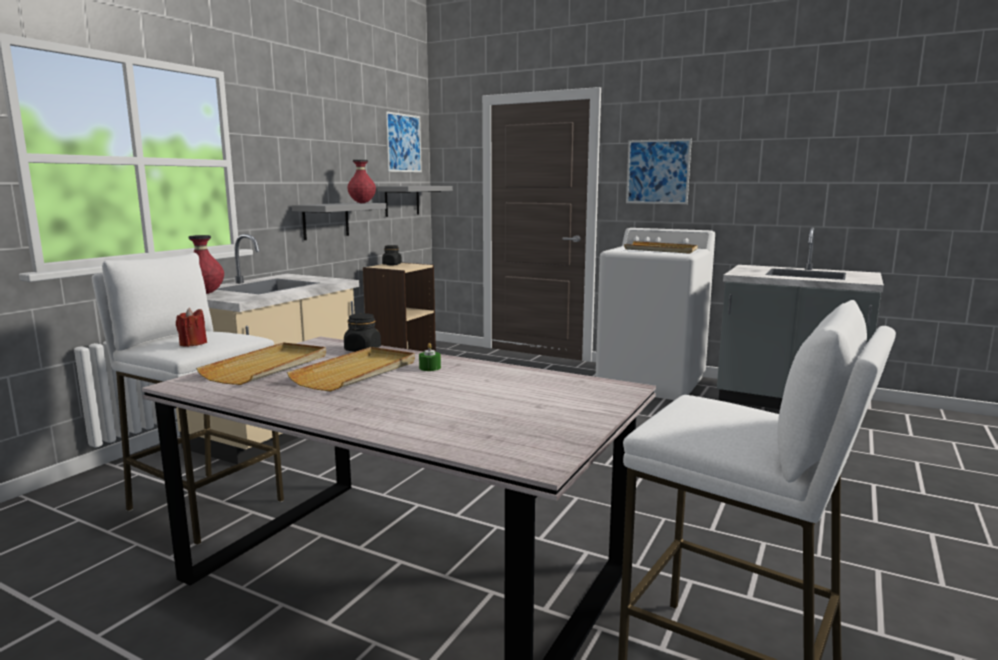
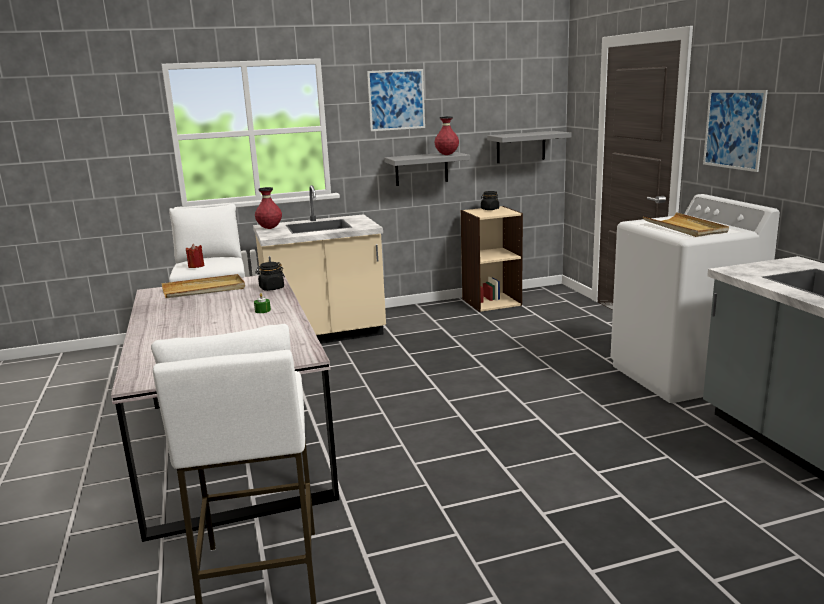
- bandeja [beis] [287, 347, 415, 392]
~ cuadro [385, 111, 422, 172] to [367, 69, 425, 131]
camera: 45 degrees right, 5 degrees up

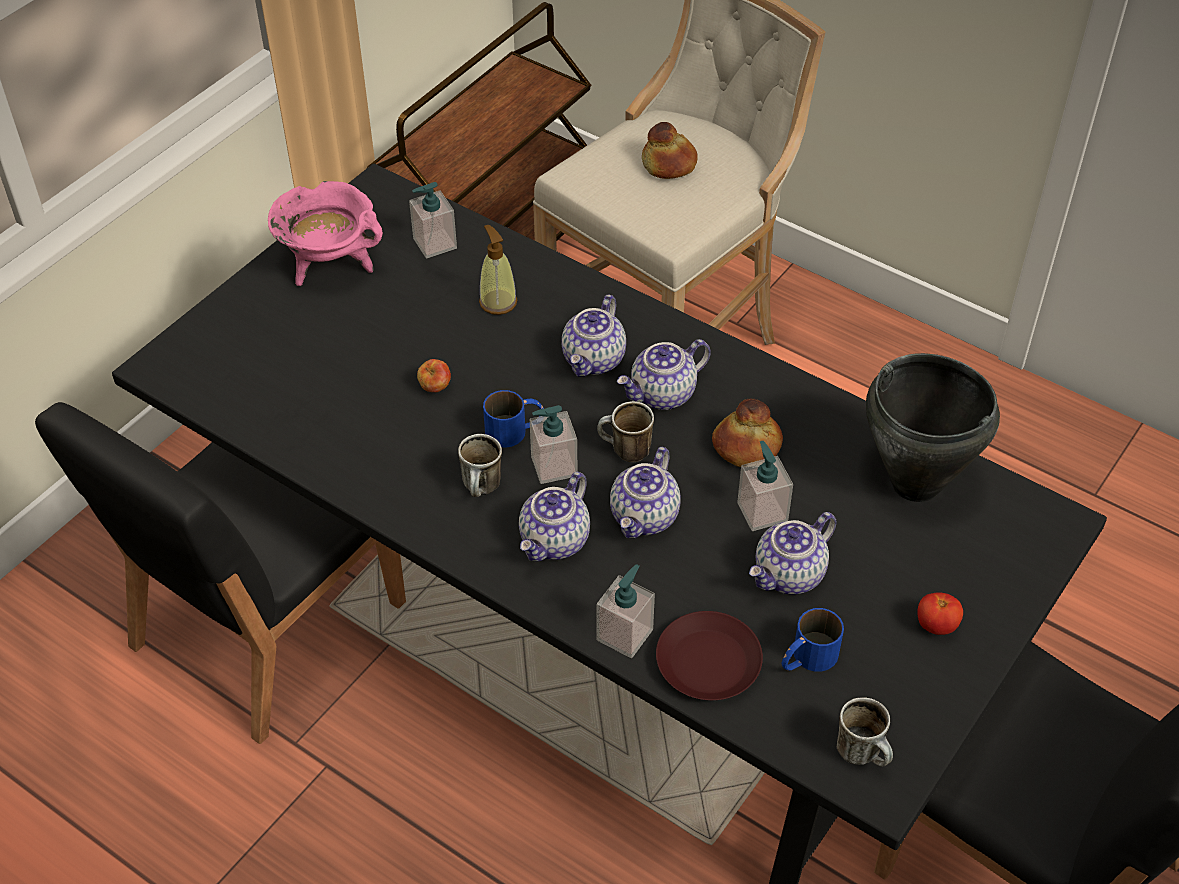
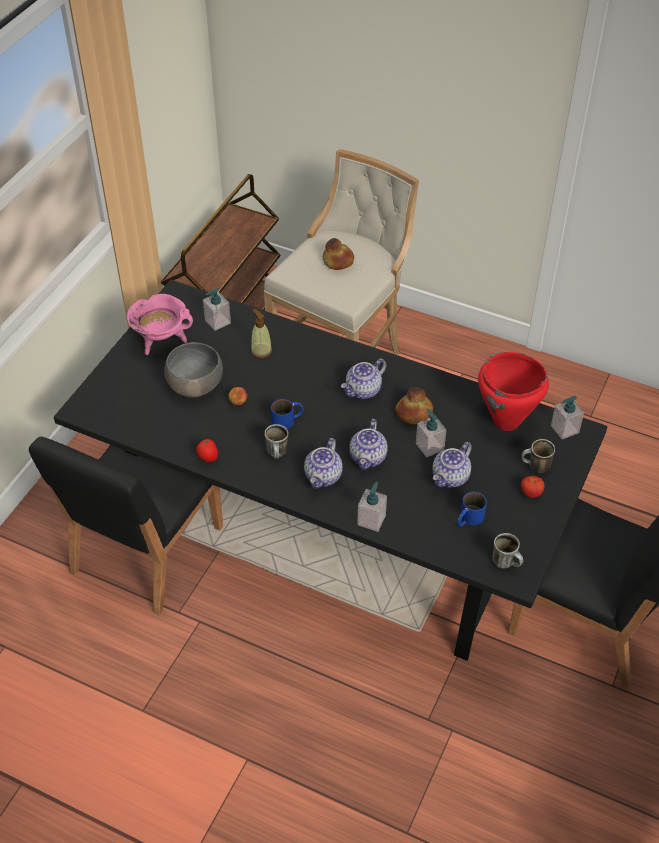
~ dispensador de jabón [530, 405, 578, 484] to [551, 396, 584, 439]
- tetera [562, 295, 626, 377]
~ taza grande [597, 401, 654, 462] to [521, 439, 555, 473]
- plato [marrón] [656, 611, 763, 700]
~ olla [negro] [866, 353, 1000, 502] to olla [rojo] [478, 352, 549, 431]
+ cuenco [gris] [165, 342, 223, 397]
+ tomate [196, 439, 218, 462]
camera: 10 degrees left, 0 degrees up

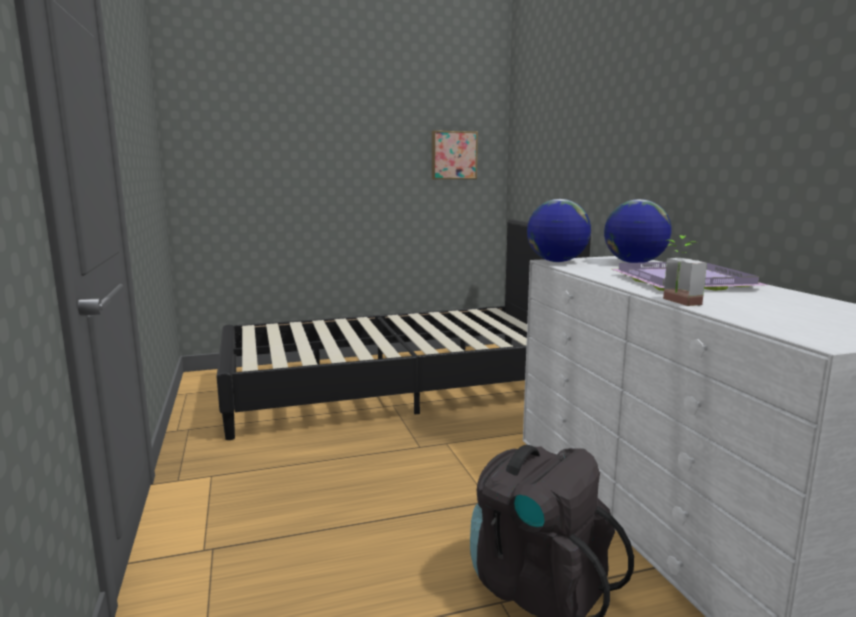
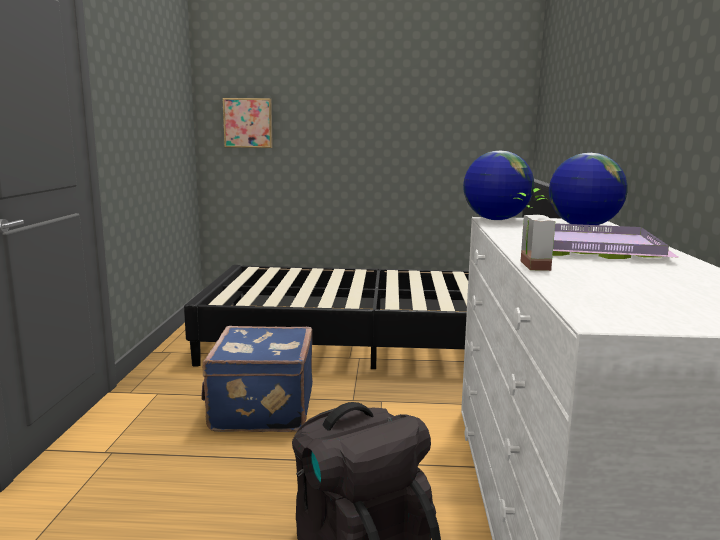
~ cuadro [432, 131, 478, 179] to [223, 98, 273, 148]
+ maleta [azul] [201, 326, 313, 432]
camera: 20 degrees right, 0 degrees up

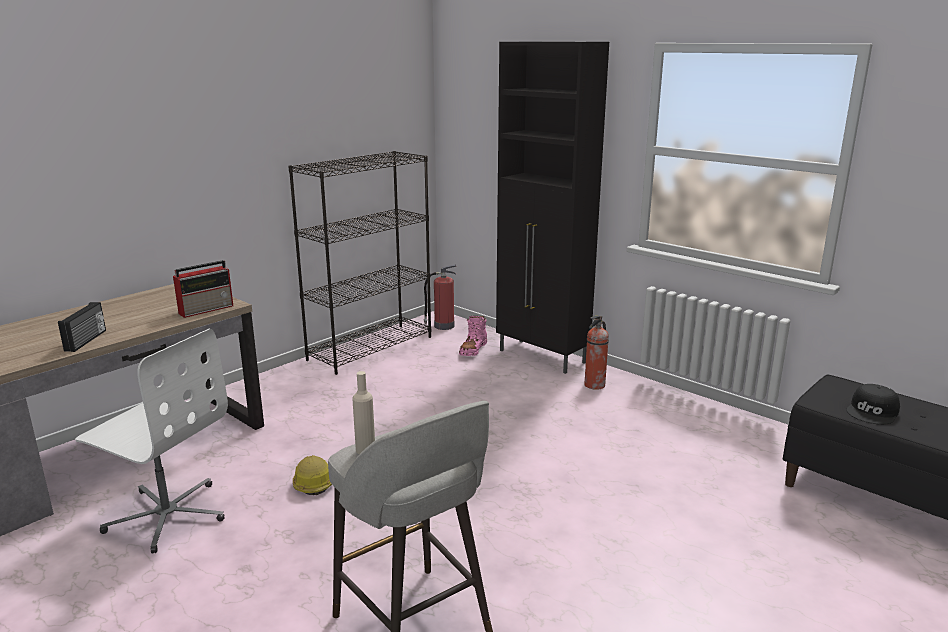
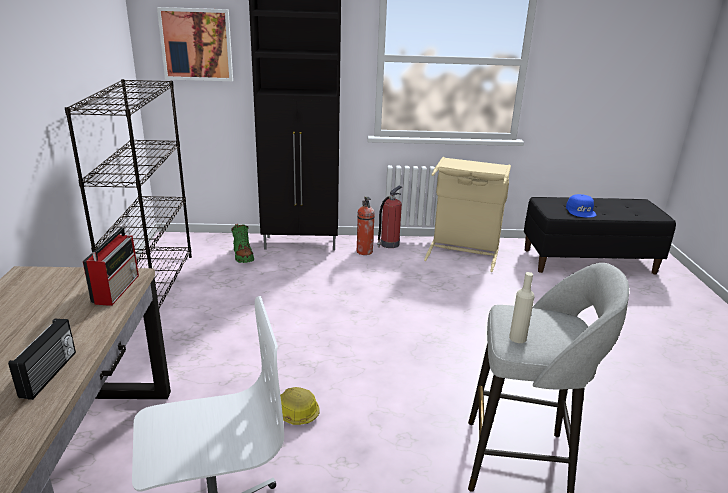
~ radio [58, 302, 106, 352] = [8, 318, 76, 400] 45 degrees clockwise
~ extintor [423, 265, 456, 330] to [377, 186, 402, 248]
~ bota [rosa] [459, 316, 487, 356] to bota [verde] [231, 224, 254, 263]
~ gorra [negro] [846, 384, 900, 425] to gorra [azul] [566, 194, 596, 218]
+ cuadro [157, 7, 233, 81]
+ cesto de la ropa [beis] [424, 157, 511, 272]
camera: 45 degrees left, 5 degrees up

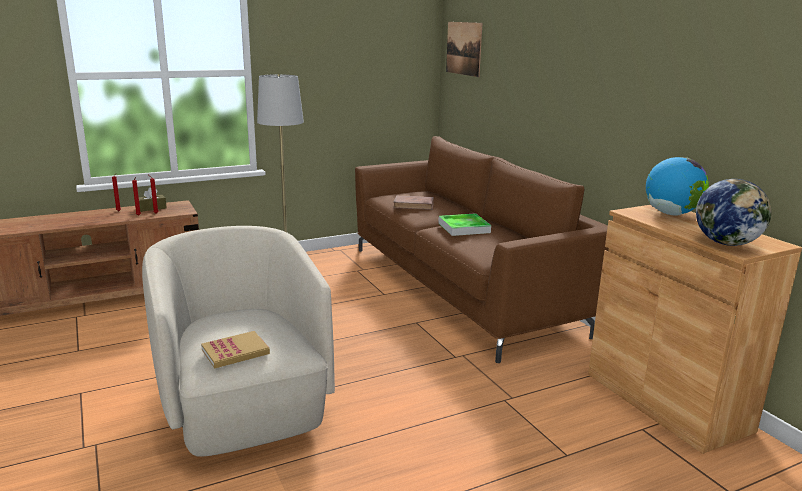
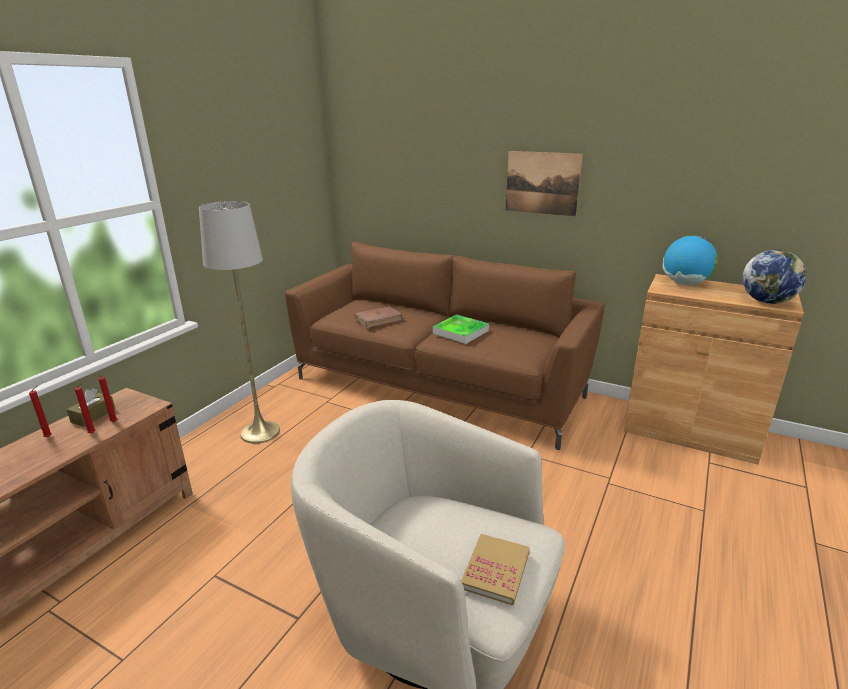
~ cuadro [446, 22, 482, 77] to [506, 151, 583, 217]
camera: 35 degrees left, 5 degrees up

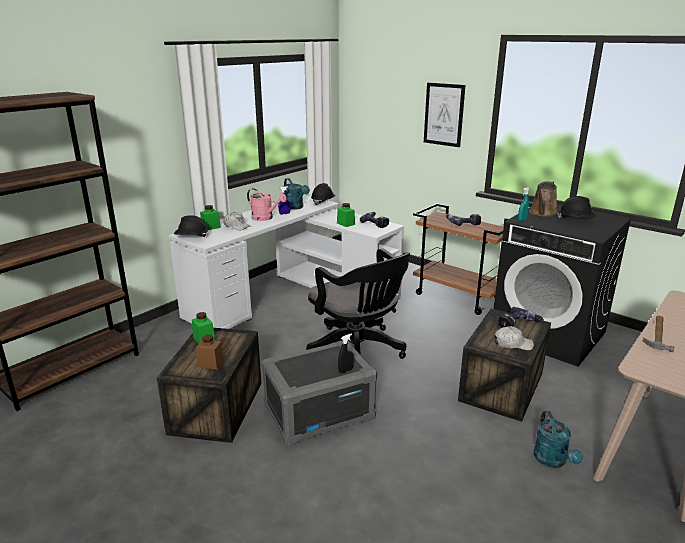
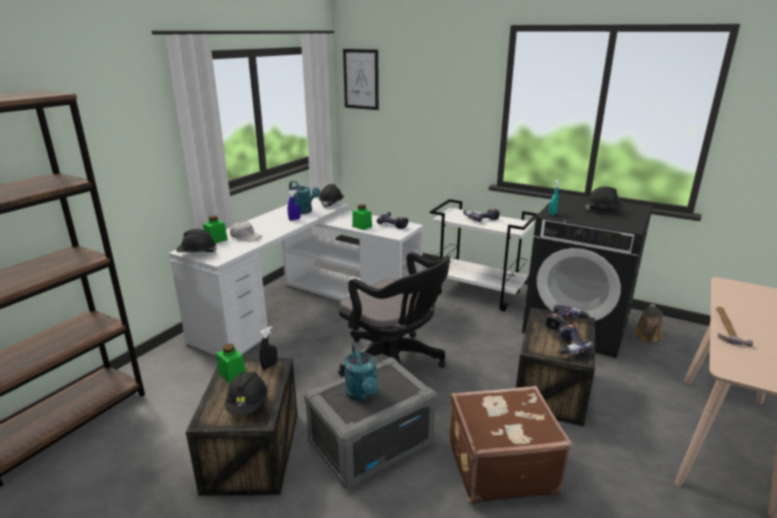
~ tarro [marrón] [196, 335, 224, 370] to casco [negro] [225, 372, 267, 415]
- regadera [rosa] [247, 188, 287, 221]
~ pulverizador [negro] [338, 333, 354, 373] to [259, 326, 277, 369]
~ carrito [marrón] [413, 203, 508, 315] to carrito [blanco] [430, 199, 538, 311]
~ cuadro [424, 83, 465, 147] to [343, 49, 379, 110]
~ gorra [blanco] [494, 326, 534, 350] to taladro [558, 323, 594, 354]
~ regadera [marrón] [529, 181, 558, 217] to [634, 304, 663, 343]
~ regadera [turquesa] [534, 411, 583, 468] to [344, 343, 378, 402]
+ maleta [marrón] [449, 386, 572, 504]
camera: 10 degrees left, 0 degrees up

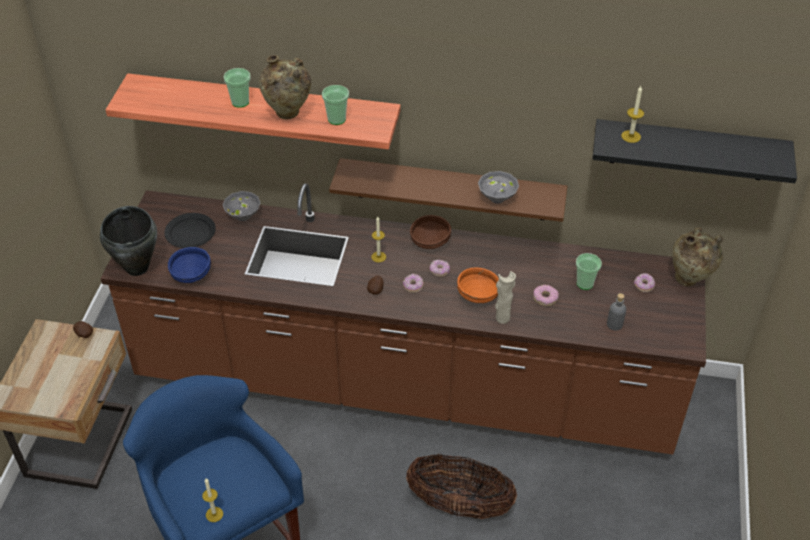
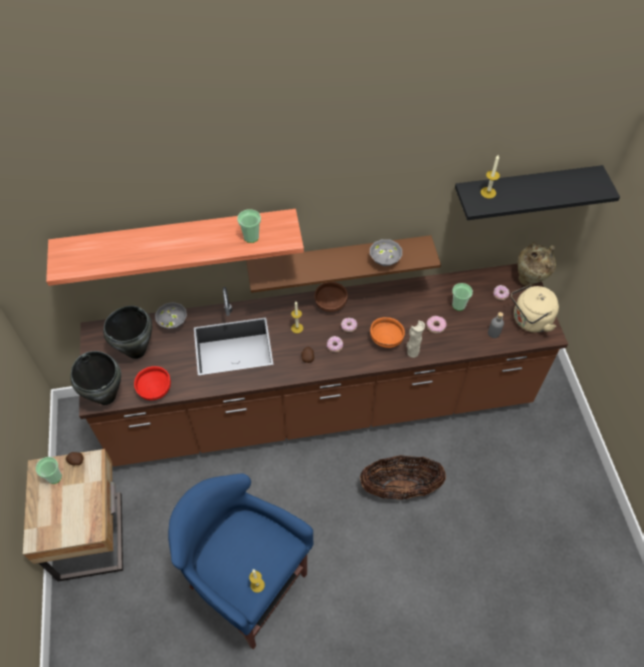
~ plato [negro] [164, 213, 216, 248] to olla [negro] [103, 306, 152, 359]
~ cuenco [azul] [168, 247, 211, 283] to cuenco [rojo] [134, 366, 171, 400]
~ taza [224, 68, 251, 108] to [36, 457, 62, 484]
- florero [beis] [259, 55, 311, 119]
+ hervidor [beis] [511, 284, 559, 333]
camera: 20 degrees left, 10 degrees up

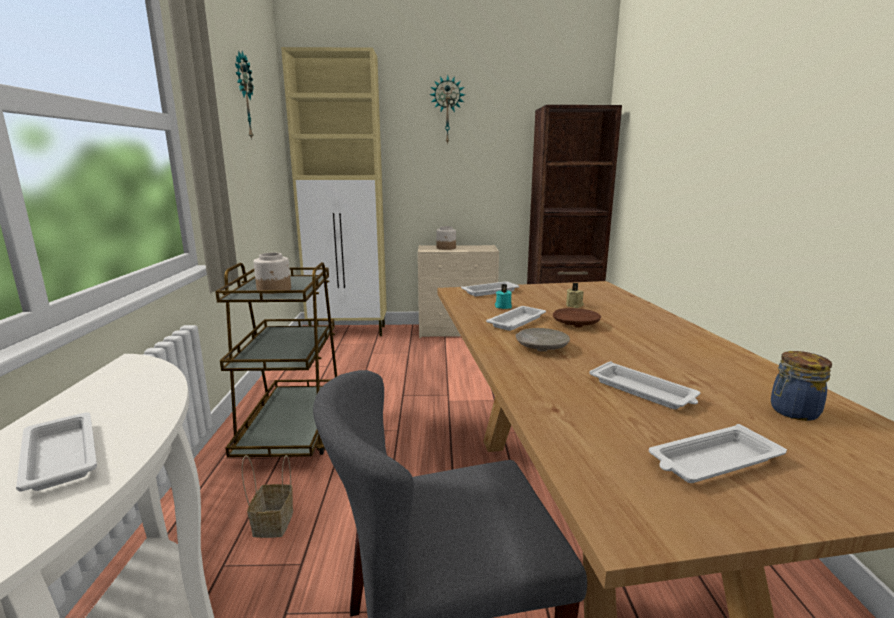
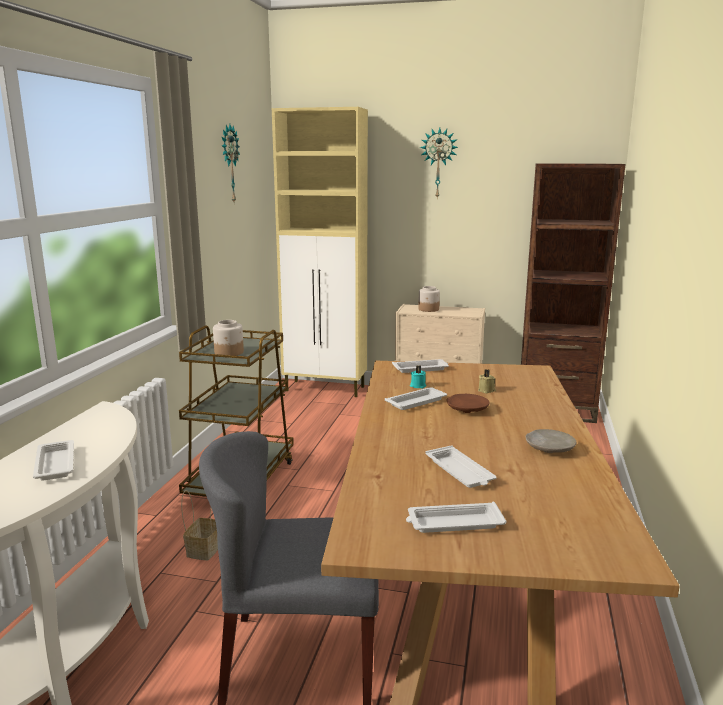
~ plato [beis] [515, 328, 570, 352] to [526, 429, 576, 453]
- tarro [771, 351, 832, 421]
camera: 15 degrees right, 0 degrees up

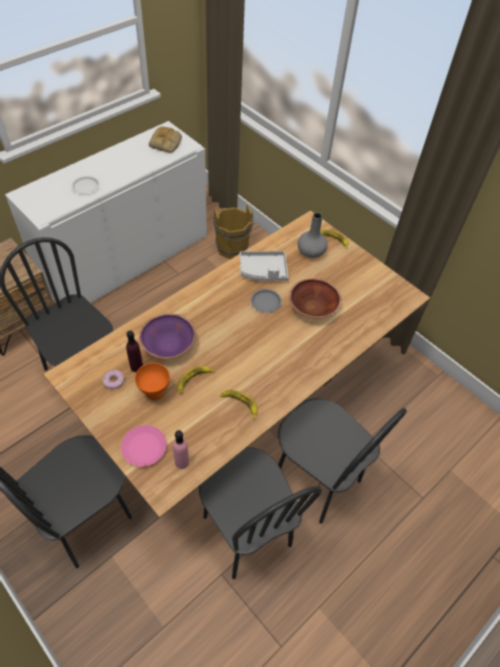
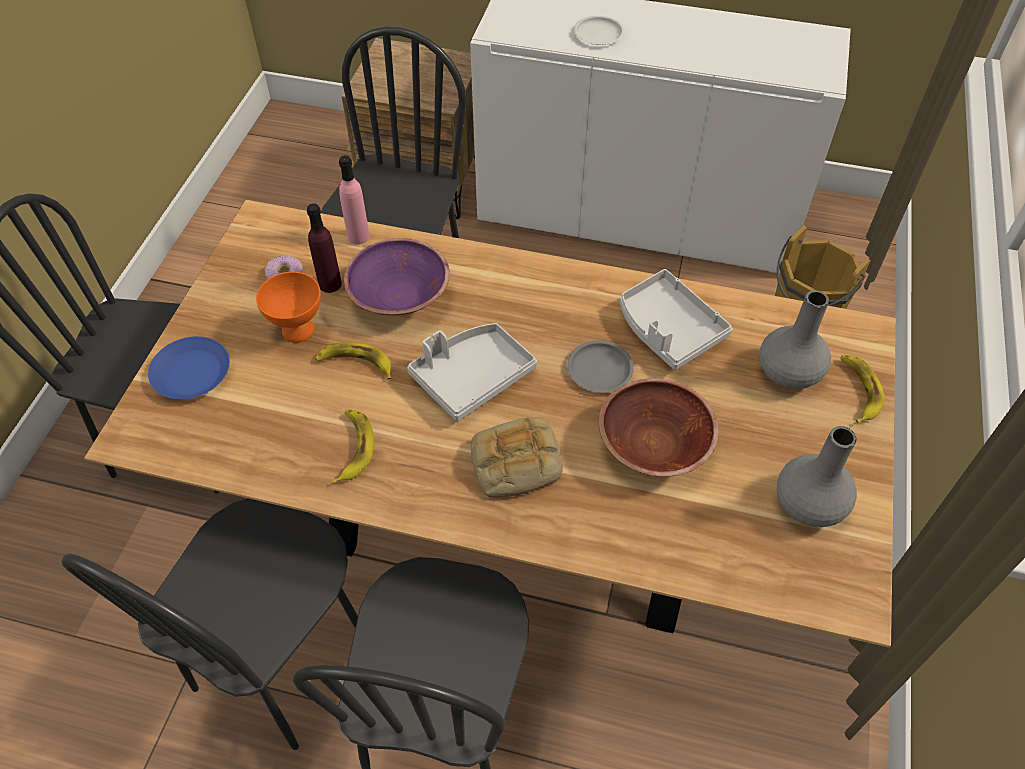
~ plato [rosa] [121, 425, 167, 466] to plato [azul] [148, 336, 230, 399]
~ pan [149, 127, 182, 153] to [471, 417, 563, 497]
~ botella [rosa] [173, 430, 189, 469] to [339, 155, 370, 245]
+ bandeja [gris] [407, 323, 537, 421]
+ florero [gris] [777, 426, 857, 527]
camera: 60 degrees right, 0 degrees up

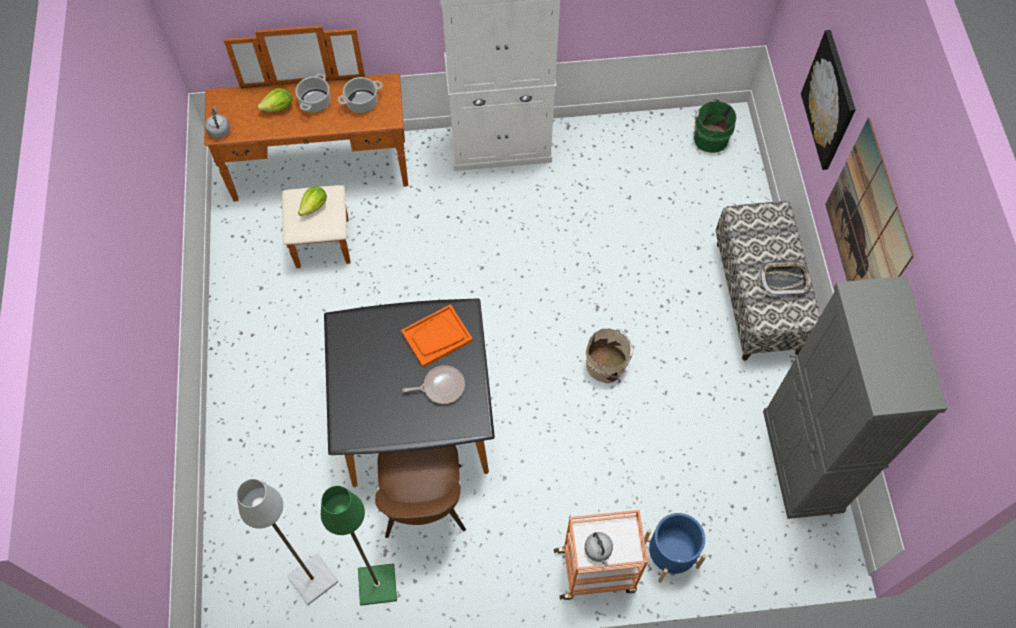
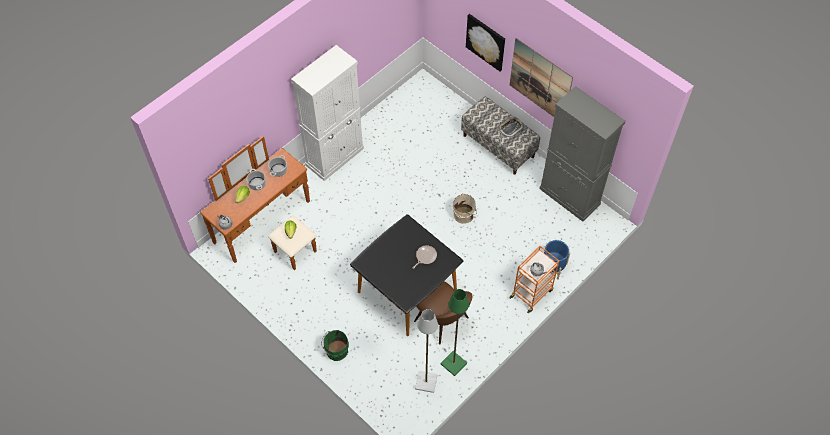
- bandeja [naranja] [401, 304, 473, 367]
~ cubo [verde] [694, 99, 737, 153] to [321, 330, 349, 361]
camera: 40 degrees left, 5 degrees down

